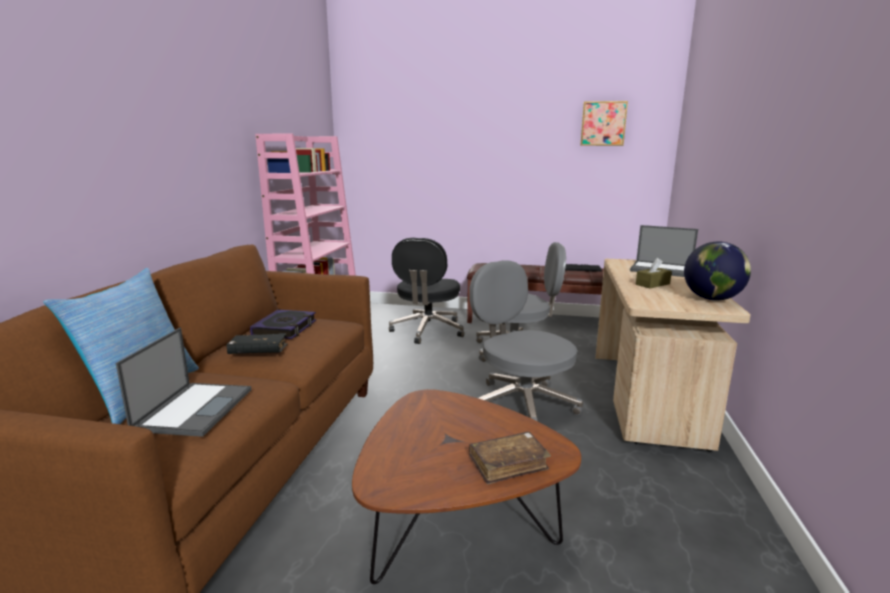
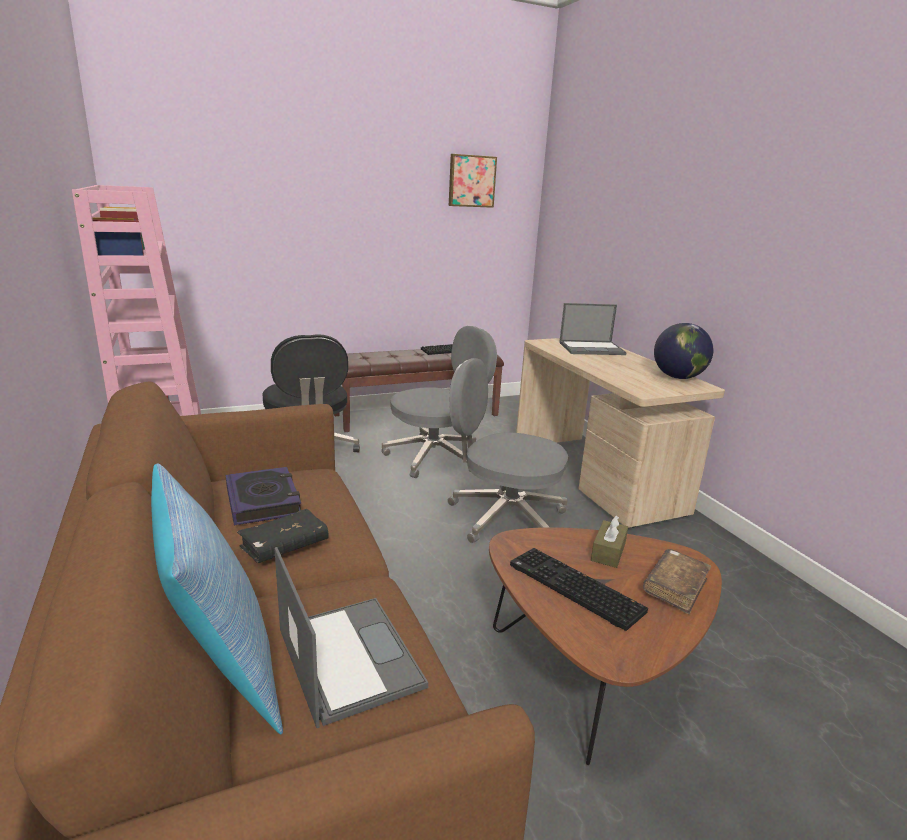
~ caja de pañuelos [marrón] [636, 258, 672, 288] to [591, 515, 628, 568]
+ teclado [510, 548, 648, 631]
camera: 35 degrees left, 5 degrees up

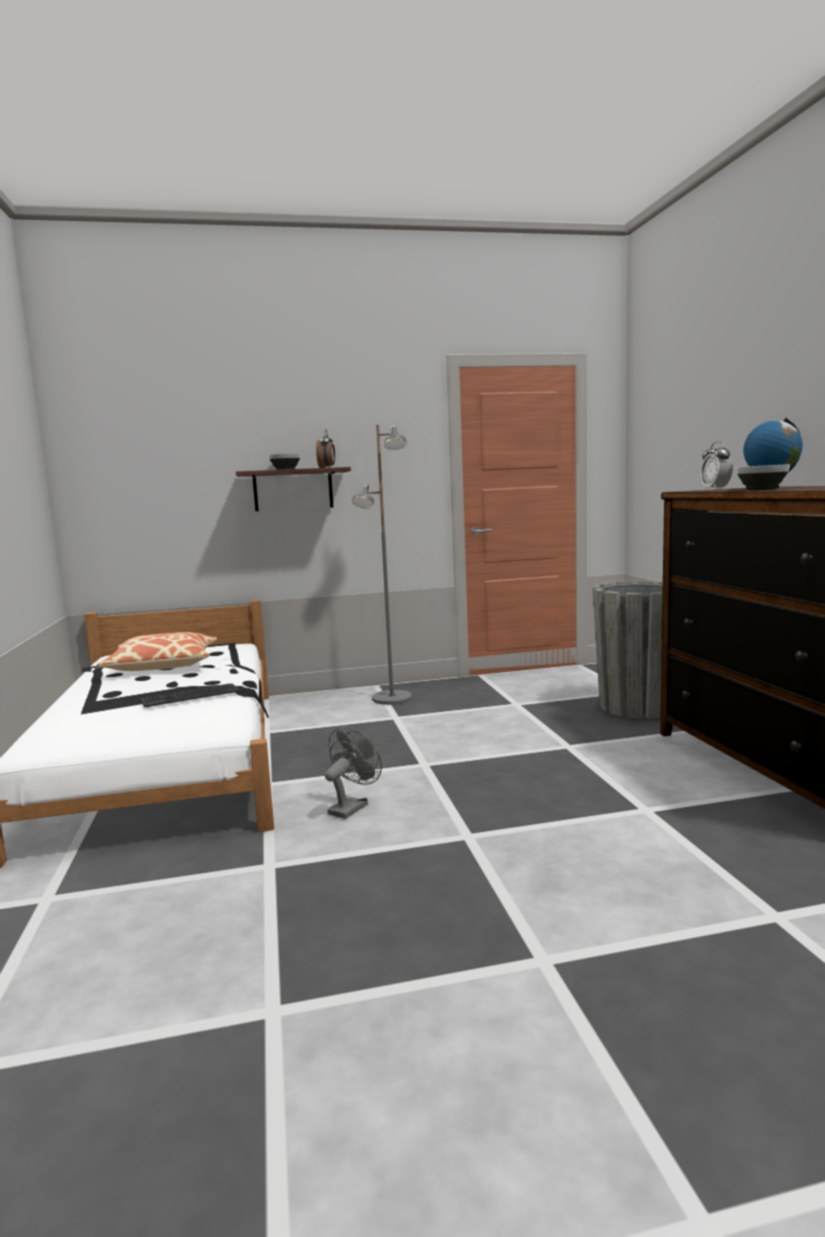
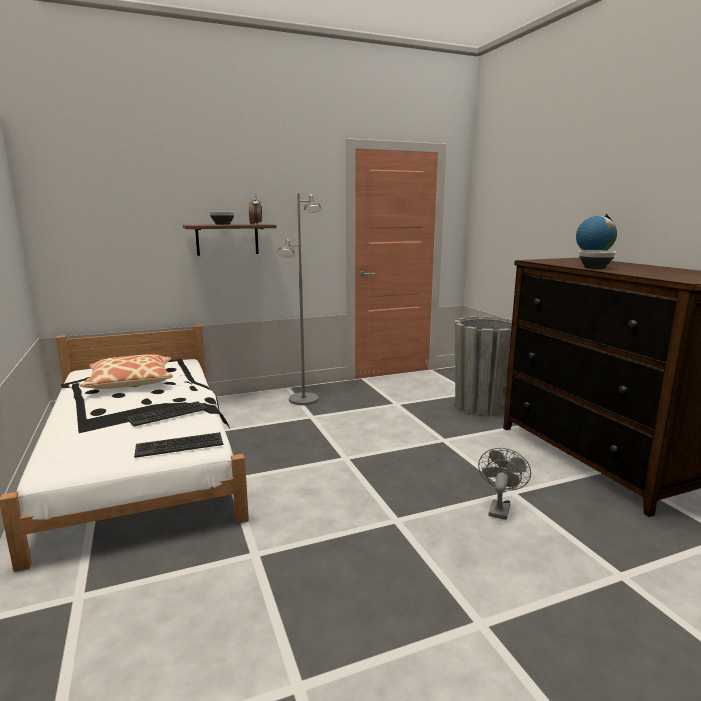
~ ventilador [gris] [325, 726, 382, 819] to [478, 448, 531, 520]
- despertador [700, 441, 733, 490]
+ teclado [134, 432, 223, 458]
camera: 10 degrees left, 5 degrees up

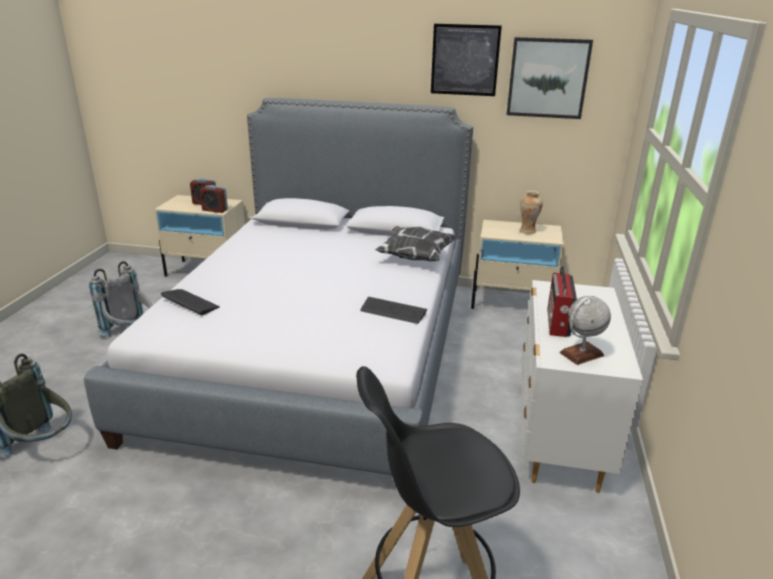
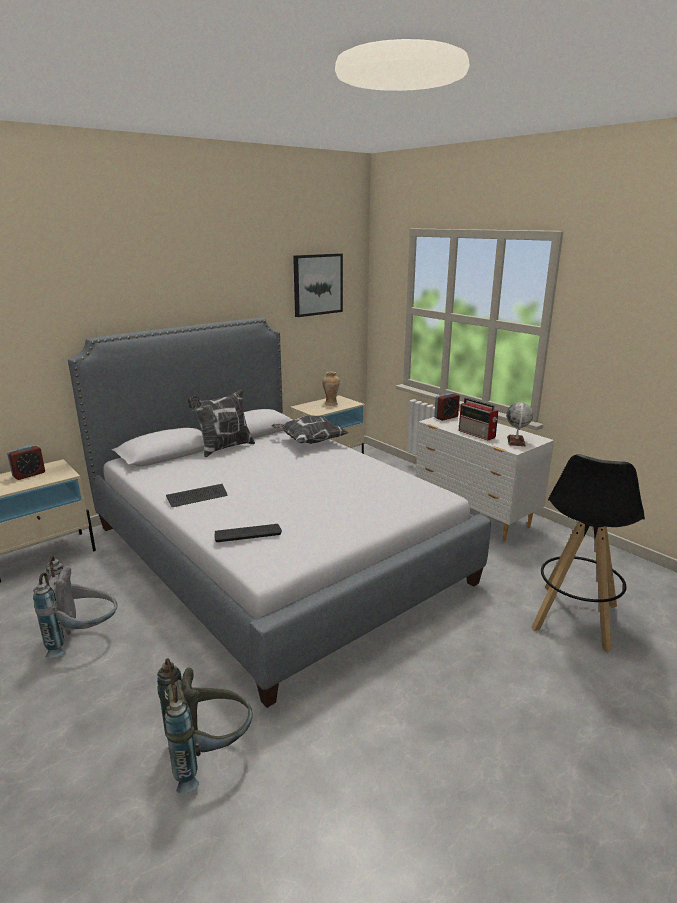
~ despertador [200, 185, 228, 213] to [434, 393, 460, 421]
~ teclado [360, 297, 427, 324] to [166, 484, 227, 507]
- cuadro [431, 24, 502, 96]
+ cojín [187, 389, 255, 457]
camera: 50 degrees left, 5 degrees down

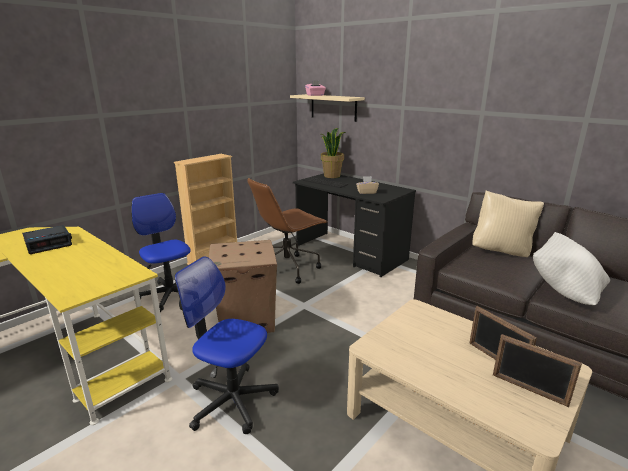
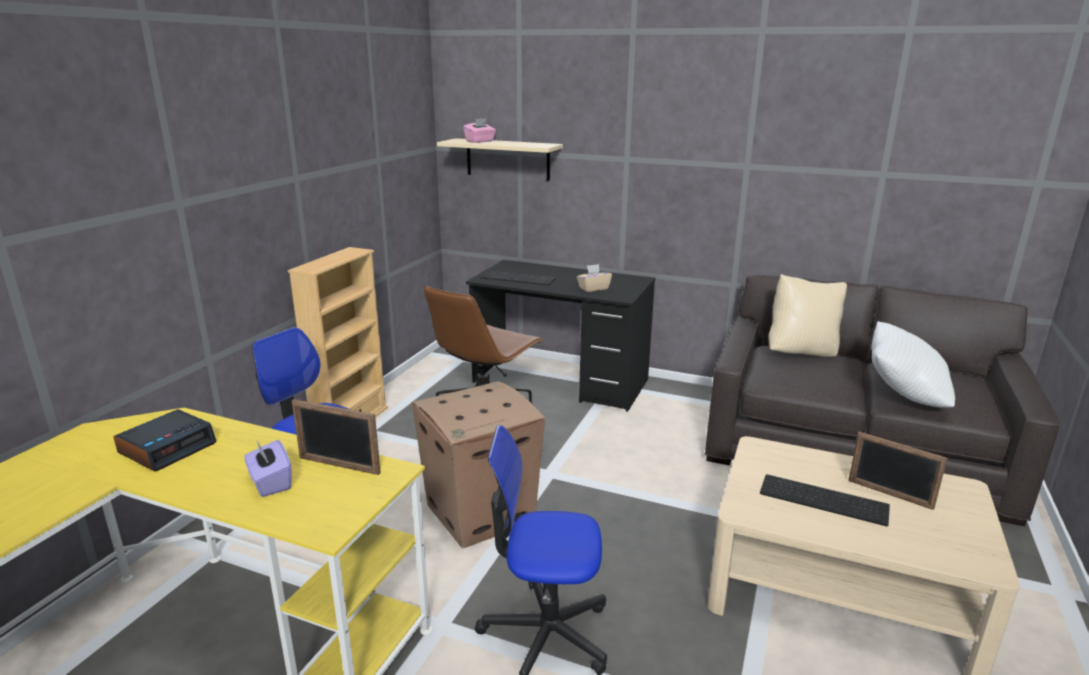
- planta en maceta [321, 128, 346, 178]
~ portarretratos [493, 334, 582, 407] to [292, 399, 381, 475]
+ caja de pañuelos [morado] [245, 440, 292, 497]
+ teclado [760, 474, 890, 526]
camera: 20 degrees left, 0 degrees up

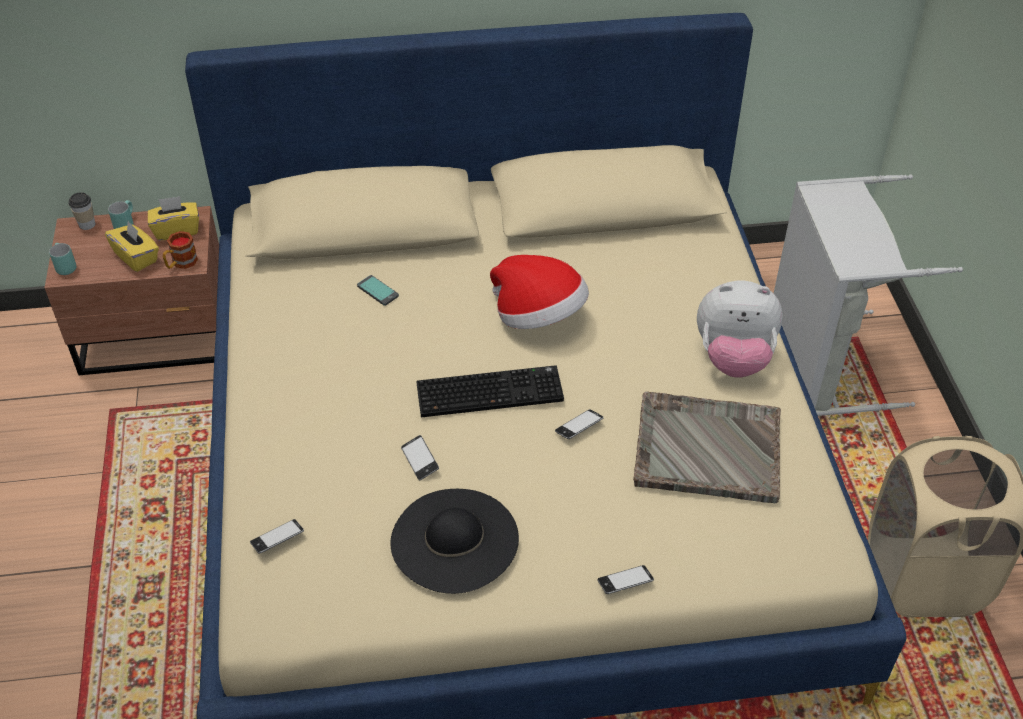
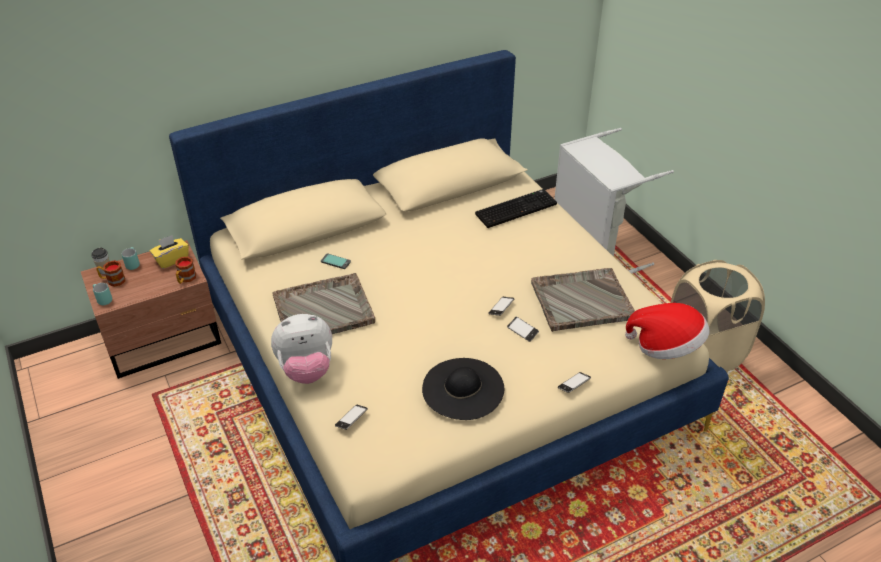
- caja de pañuelos [amarillo] [105, 221, 159, 272]
~ móvil [401, 435, 439, 480] to [507, 317, 539, 342]
~ teclado [416, 365, 564, 417] to [475, 189, 557, 228]
~ sombrero [490, 255, 589, 329] to [625, 303, 709, 359]
~ peluche [697, 281, 783, 378] to [271, 314, 332, 384]
+ taza grande [96, 260, 126, 287]
+ bandeja [gris] [272, 273, 375, 334]
camera: 20 degrees left, 5 degrees down

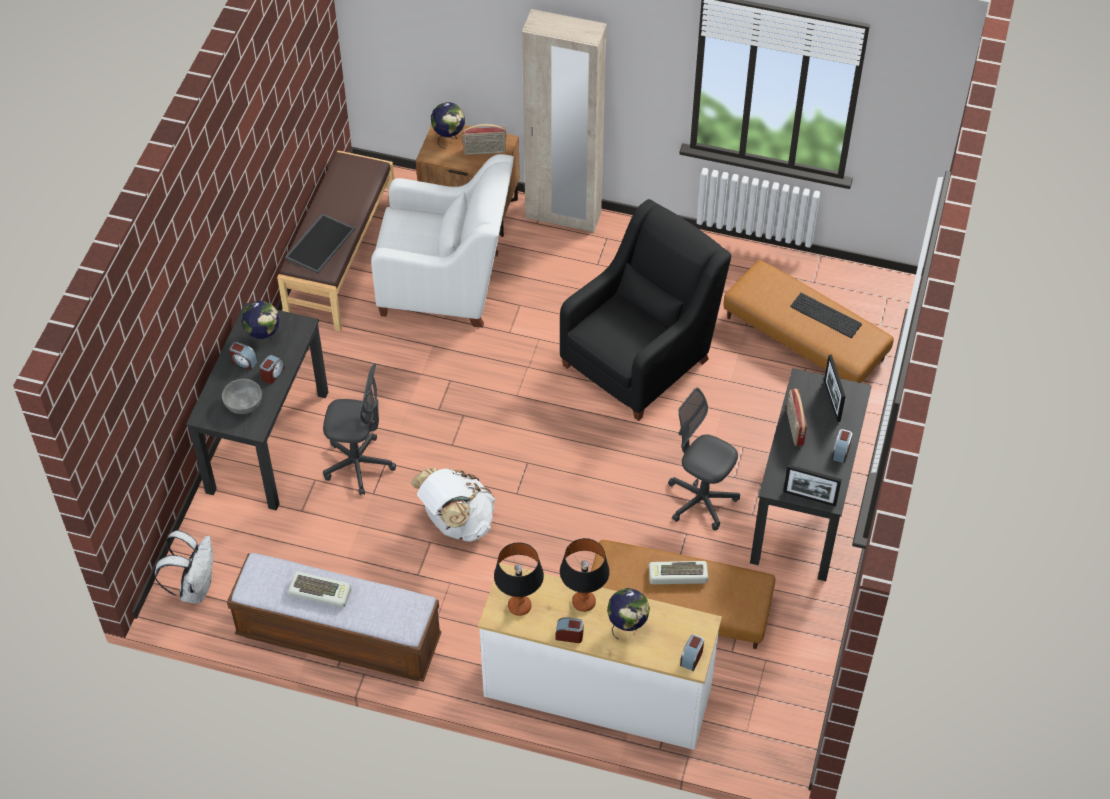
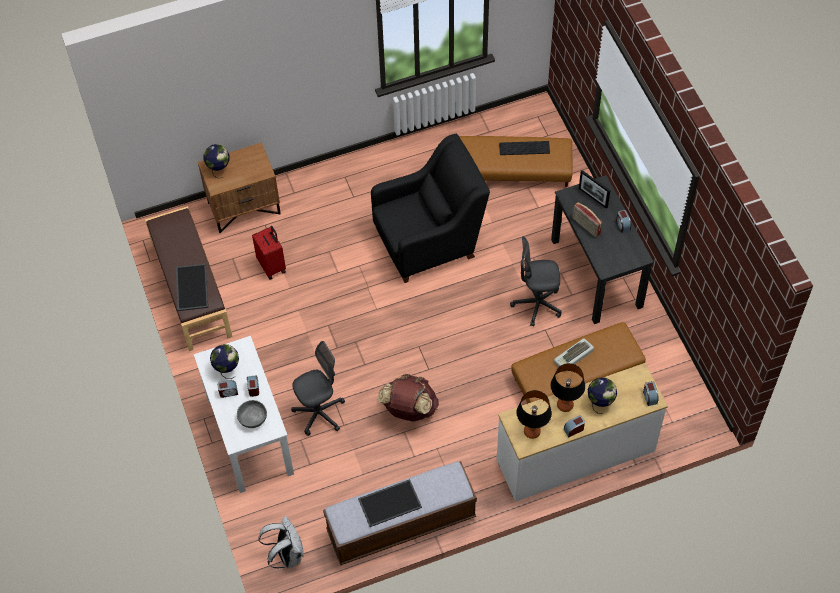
~ escritorio [negro] [186, 303, 328, 511] to escritorio [blanco] [194, 336, 294, 493]
~ teclado [288, 571, 352, 607] to bandeja [358, 479, 422, 527]
~ sillón [blanco] [371, 154, 514, 328] to maleta [rojo] [252, 226, 286, 280]
~ mochila [blanco] [411, 468, 495, 542] to mochila [marrón] [378, 374, 439, 422]
- radio [462, 124, 506, 155]
- armario ropero [beis] [522, 9, 607, 233]
~ sillón [negro] [560, 199, 732, 421] = [371, 134, 490, 283] 60 degrees clockwise
- portarretratos [783, 465, 842, 507]
camera: 35 degrees left, 5 degrees up

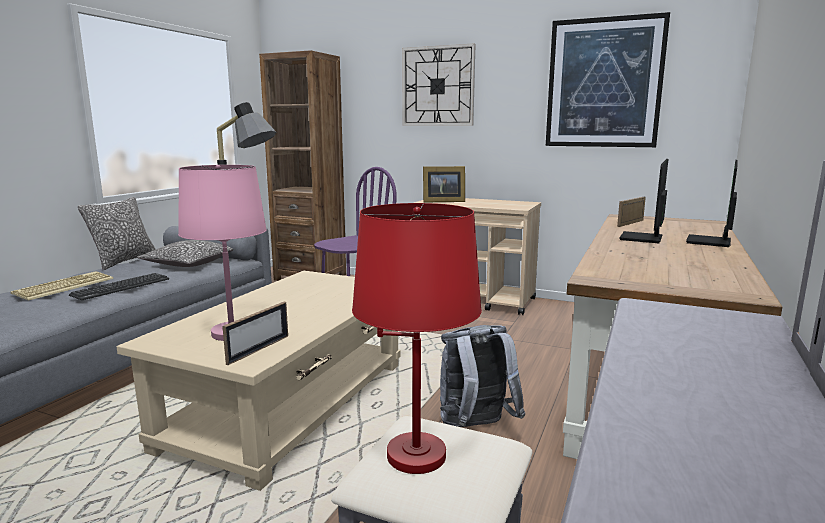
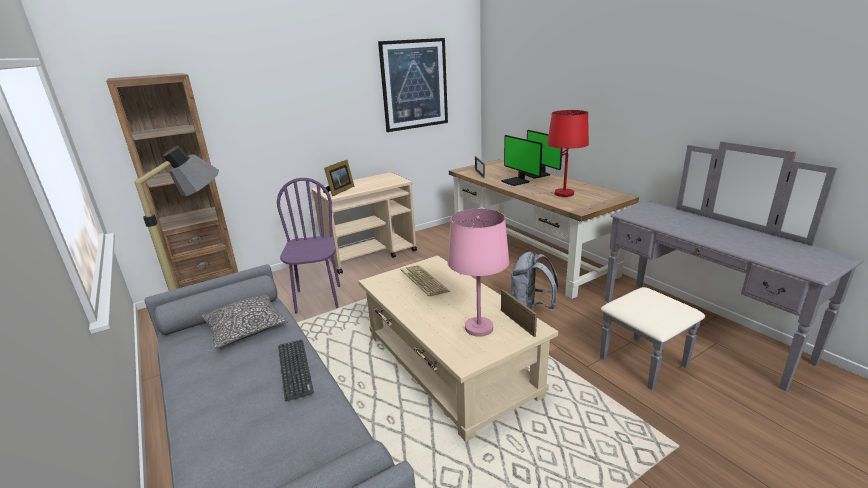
~ teclado [10, 271, 113, 301] to [401, 265, 450, 296]
- cojín [78, 197, 156, 270]
~ lámpara de mesa [rojo] [352, 203, 482, 474] to [547, 110, 589, 197]
- reloj de pared [402, 43, 476, 126]
camera: 55 degrees left, 10 degrees up

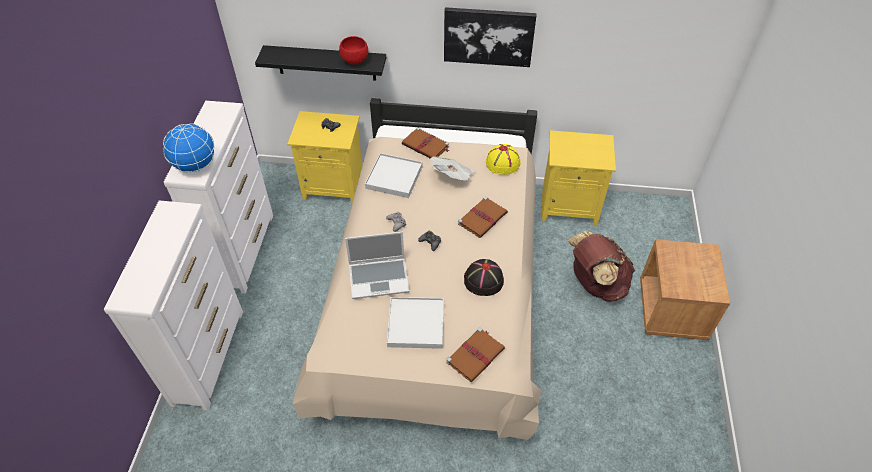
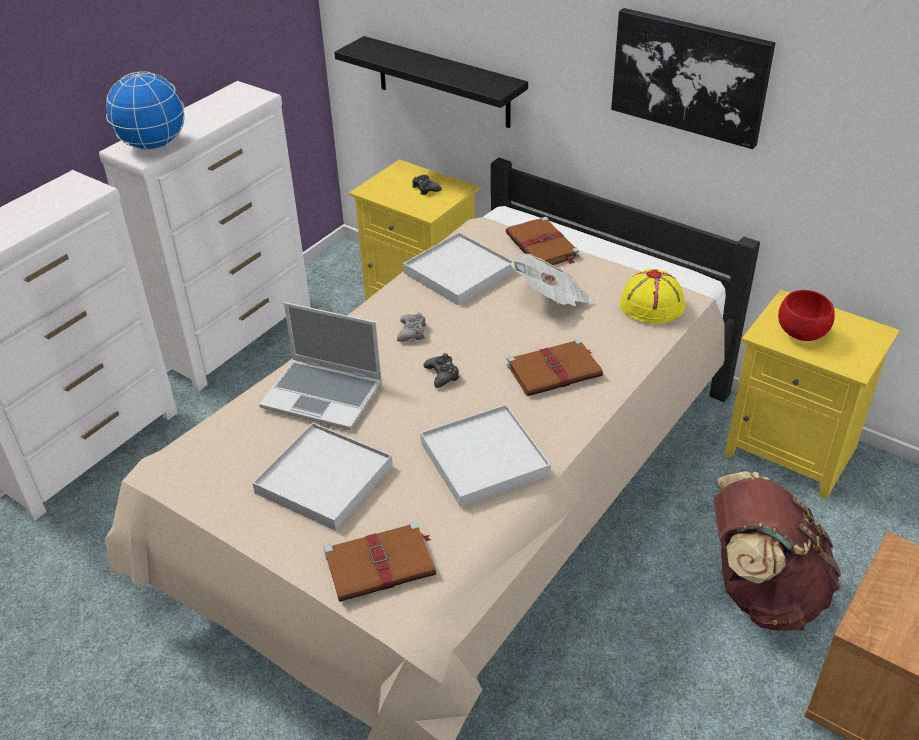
~ cuenco [rojo] [339, 36, 368, 64] to [778, 290, 835, 341]
~ sombrero [negro] [464, 259, 504, 296] to bandeja [blanco] [420, 404, 551, 507]
camera: 30 degrees right, 10 degrees down

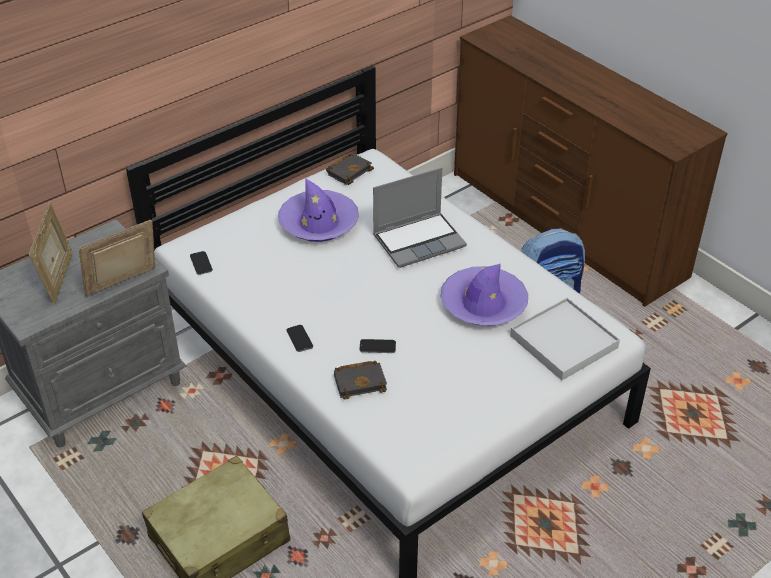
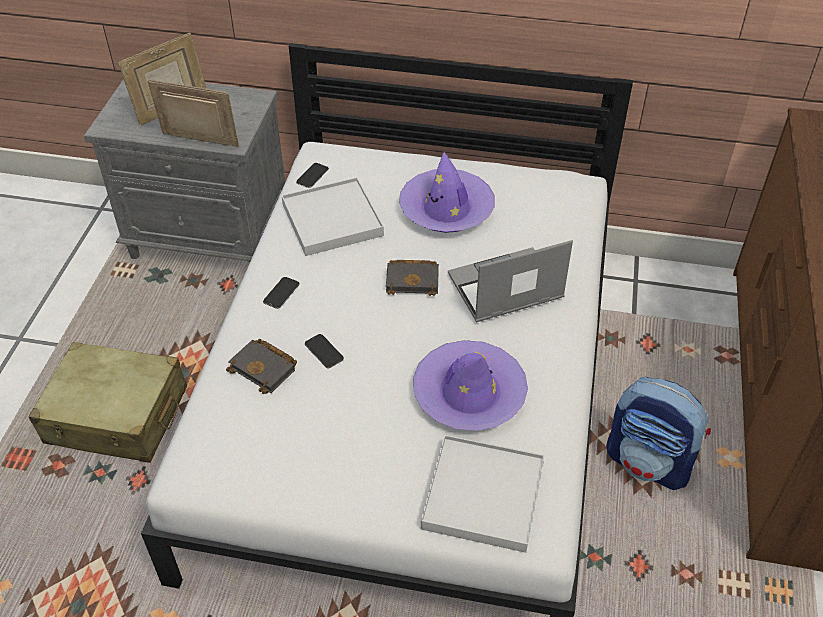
~ libro [negro] [326, 153, 374, 185] to [386, 260, 439, 296]
~ portátil [373, 168, 467, 268] = [448, 240, 573, 322] 135 degrees clockwise
+ bandeja [blanco] [282, 177, 384, 256]
camera: 50 degrees right, 5 degrees up

